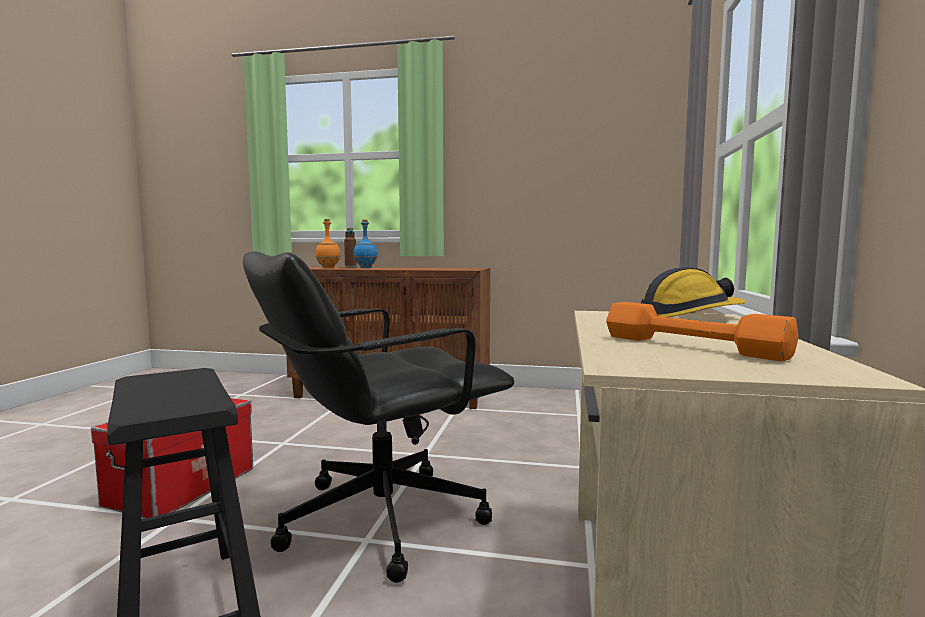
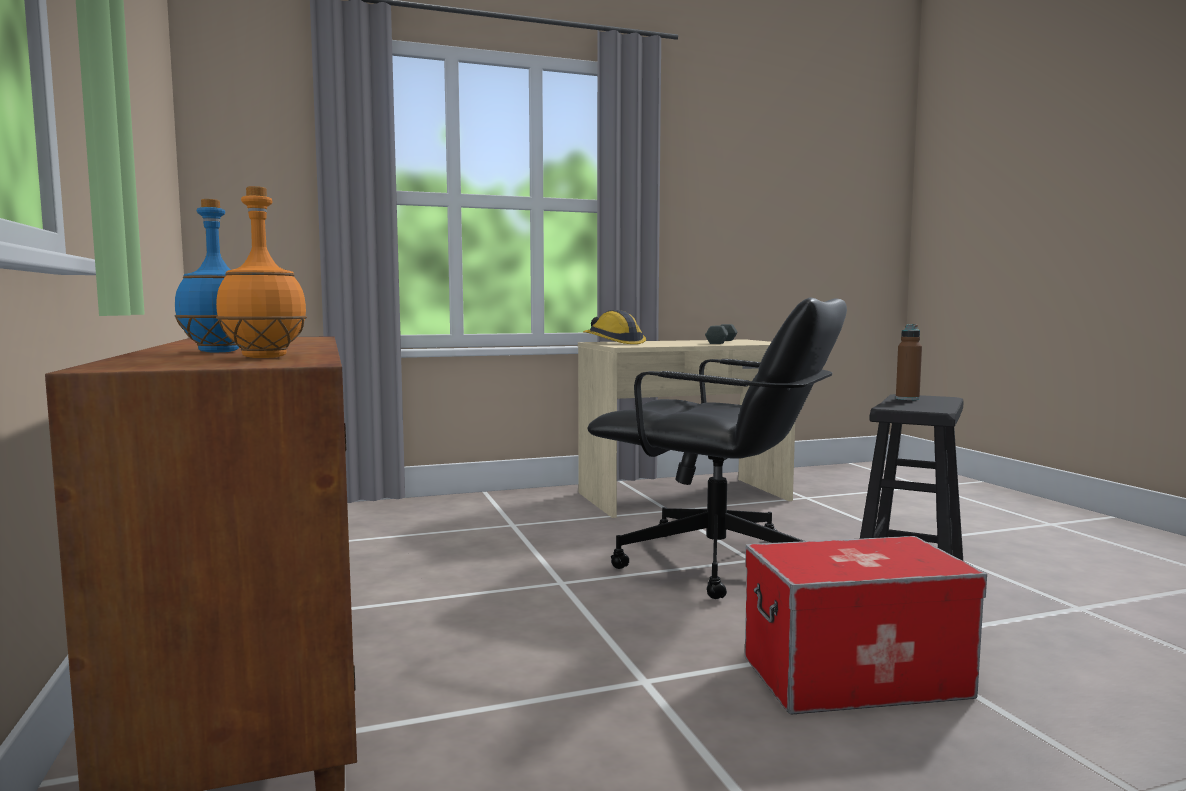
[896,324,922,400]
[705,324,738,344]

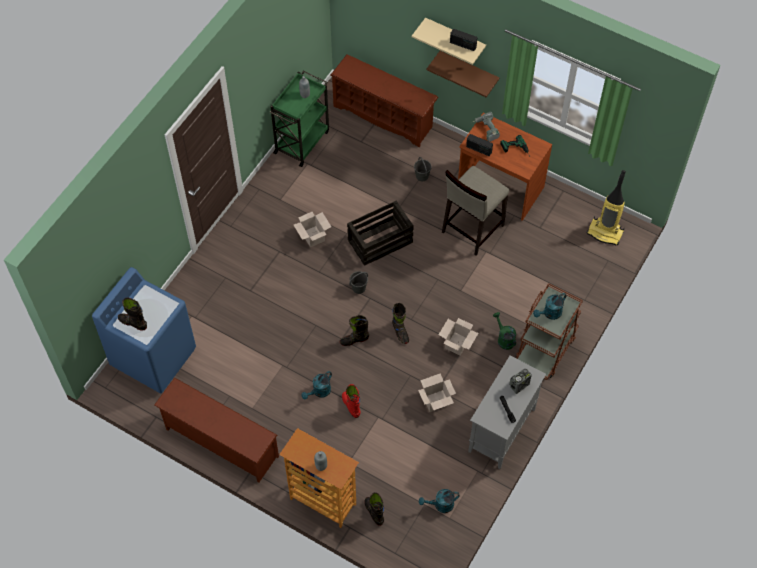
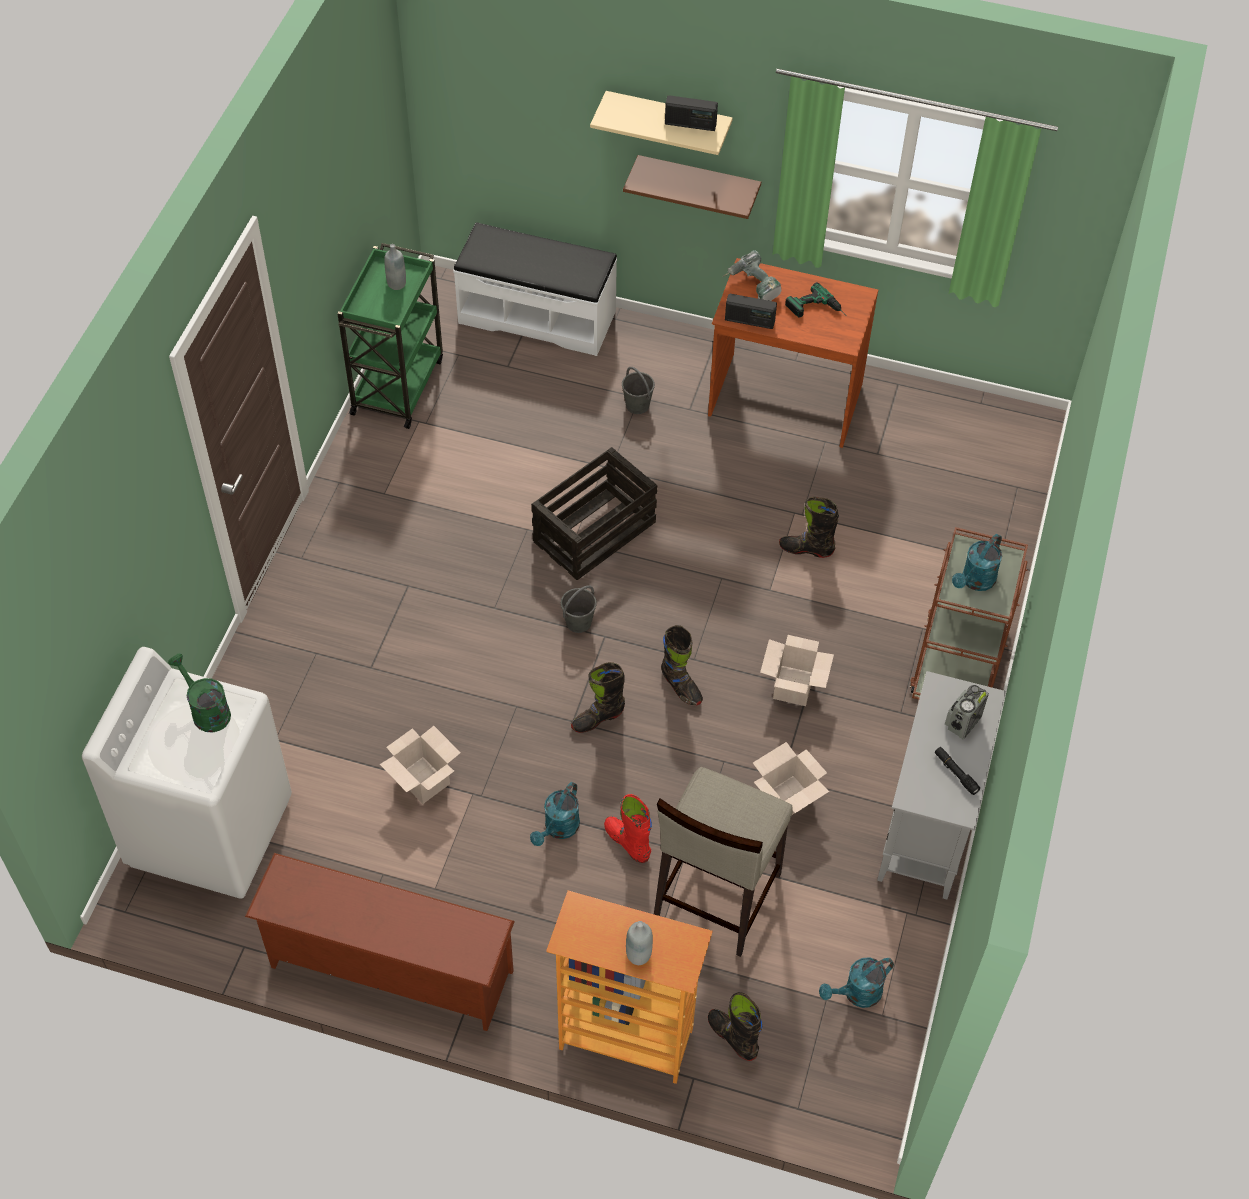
[82,647,292,899]
[779,497,839,558]
[380,726,461,804]
[453,222,617,356]
[654,767,793,957]
[168,653,231,732]
[587,170,626,245] (first image)

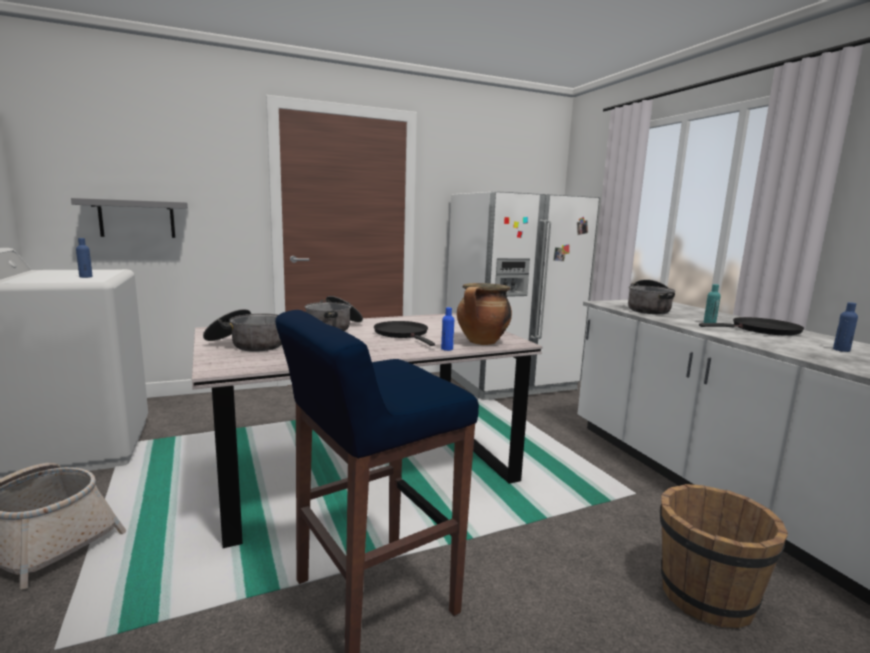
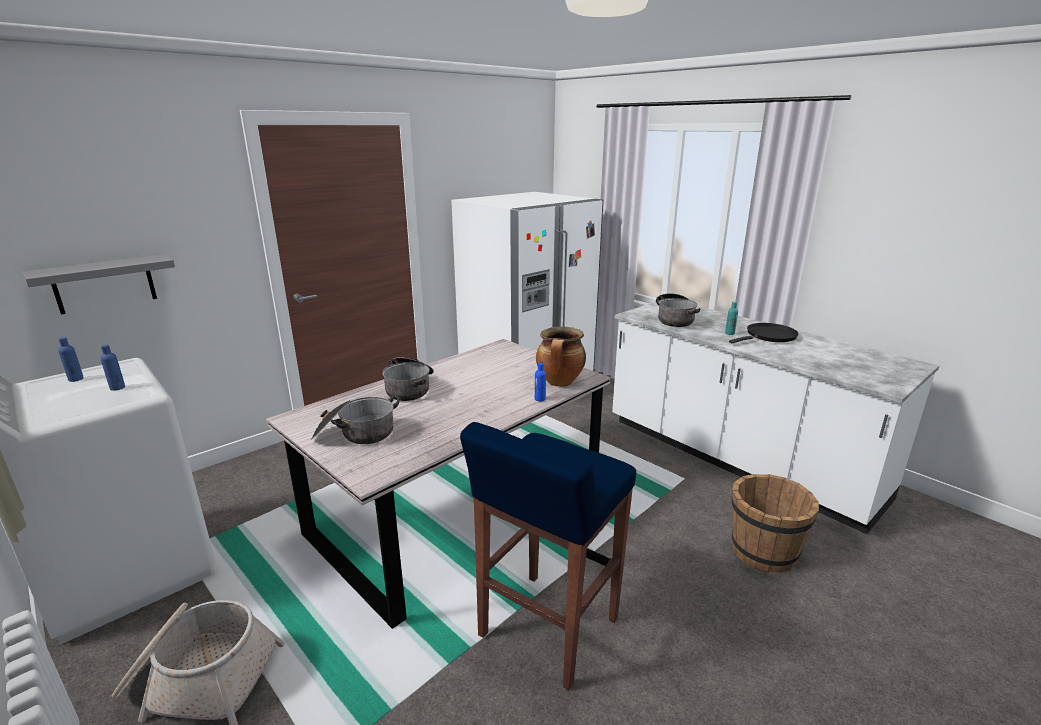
[374,321,435,346] (first image)
[58,337,84,382]

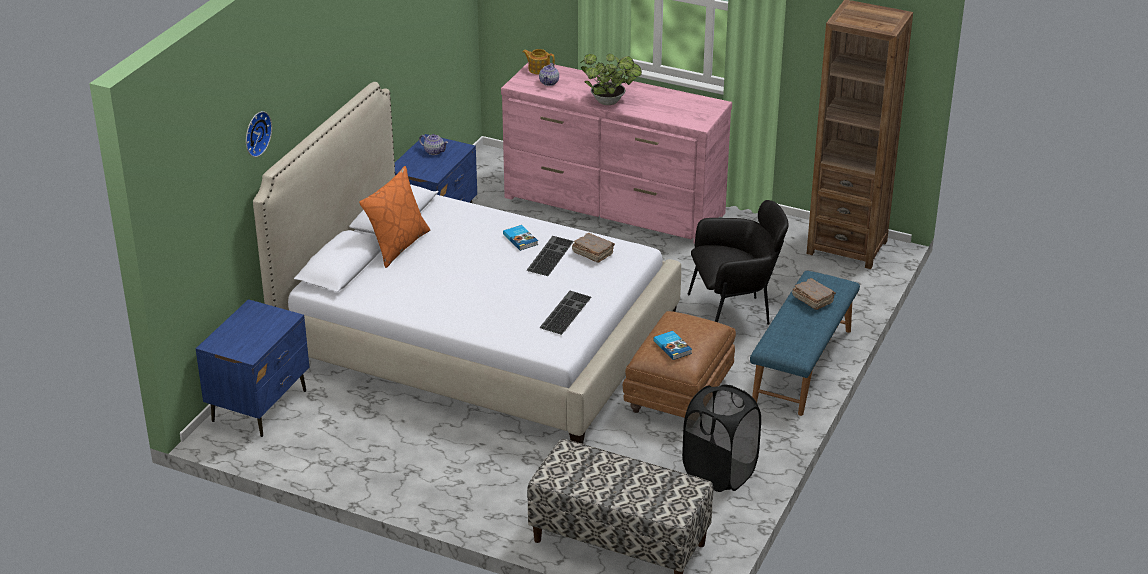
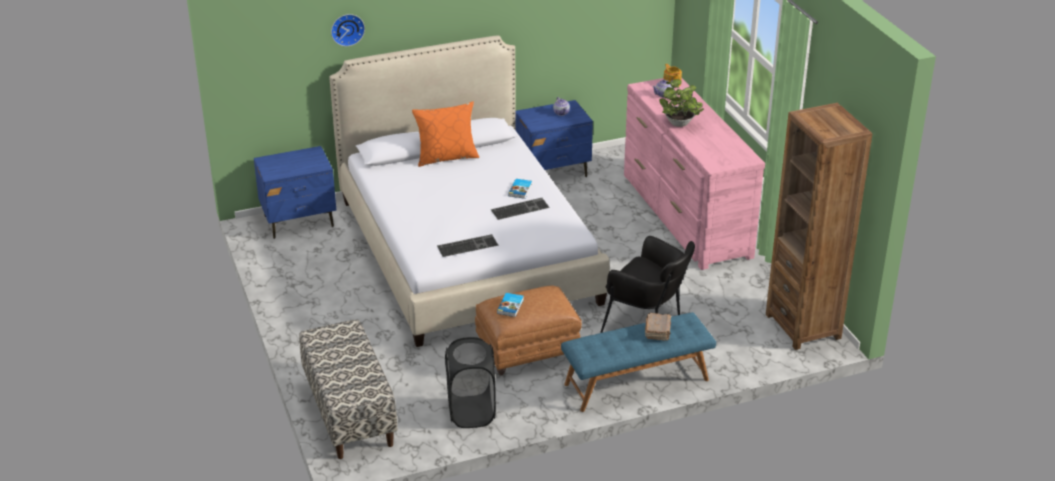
[572,233,615,263] (first image)

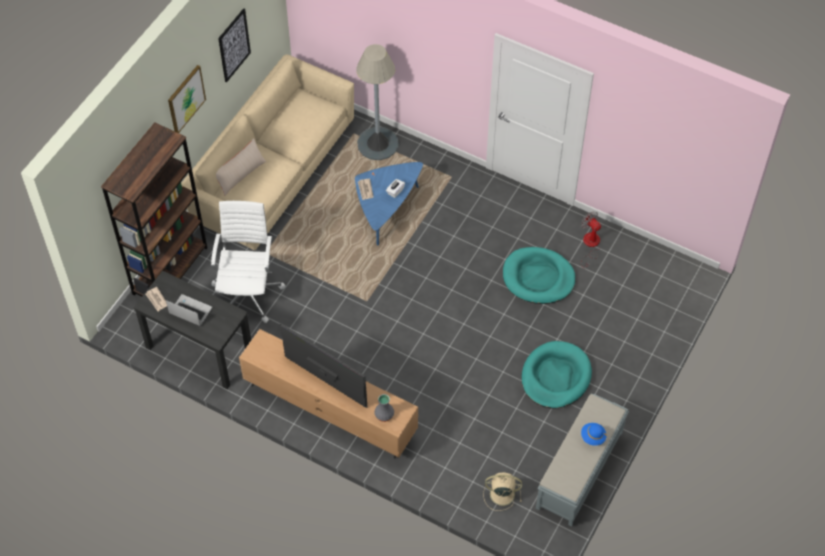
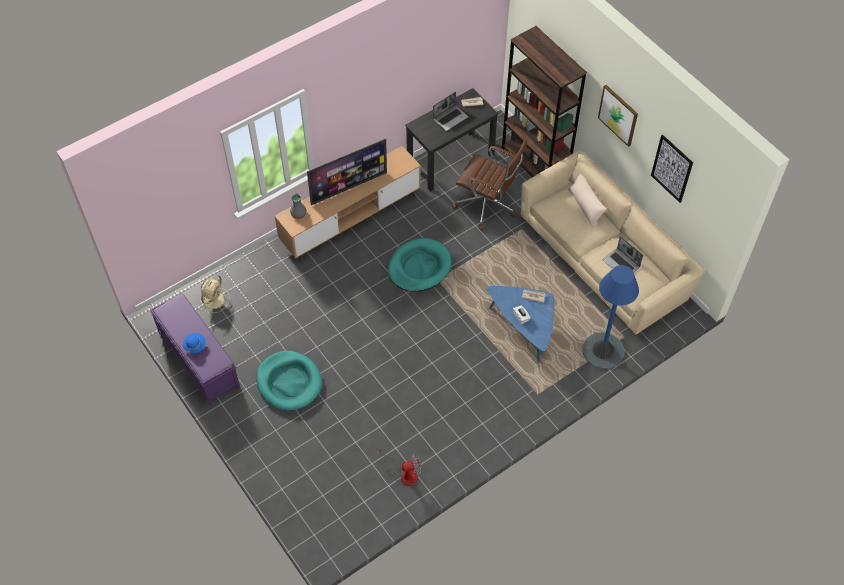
[452,139,527,230]
[583,265,639,369]
[388,238,452,292]
[150,294,240,406]
[602,236,643,272]

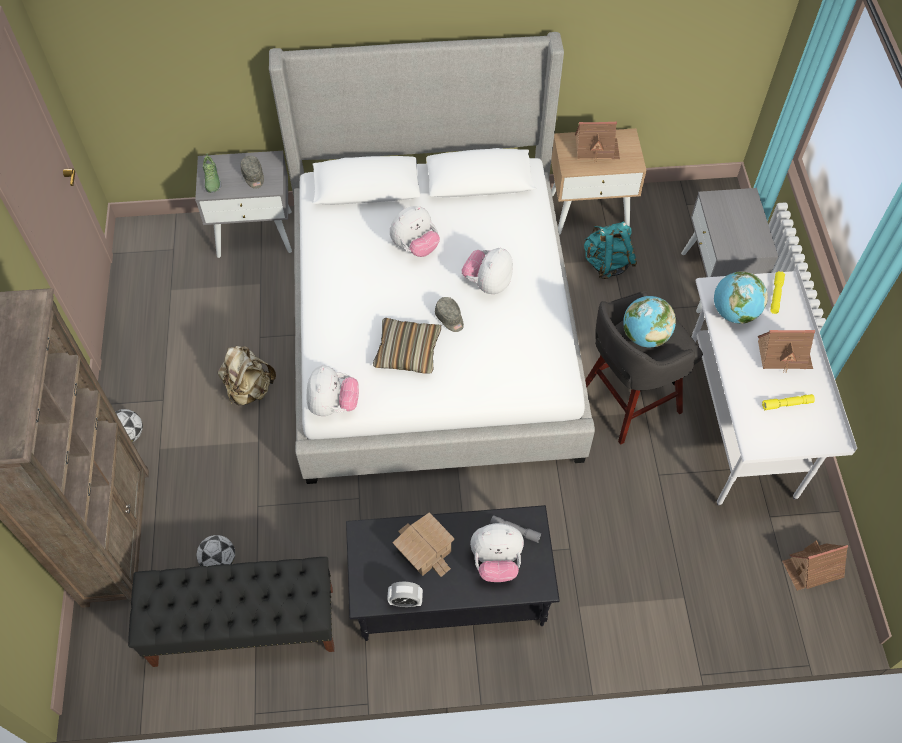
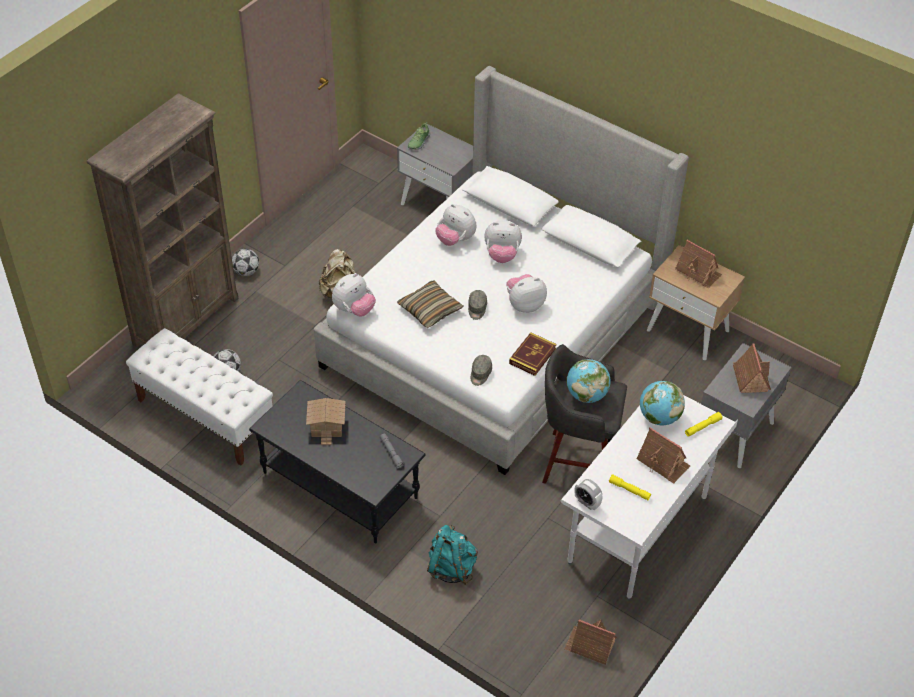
[126,328,273,465]
[471,355,492,386]
[575,479,602,511]
[436,204,476,246]
[427,525,478,585]
[509,333,556,376]
[733,344,771,393]

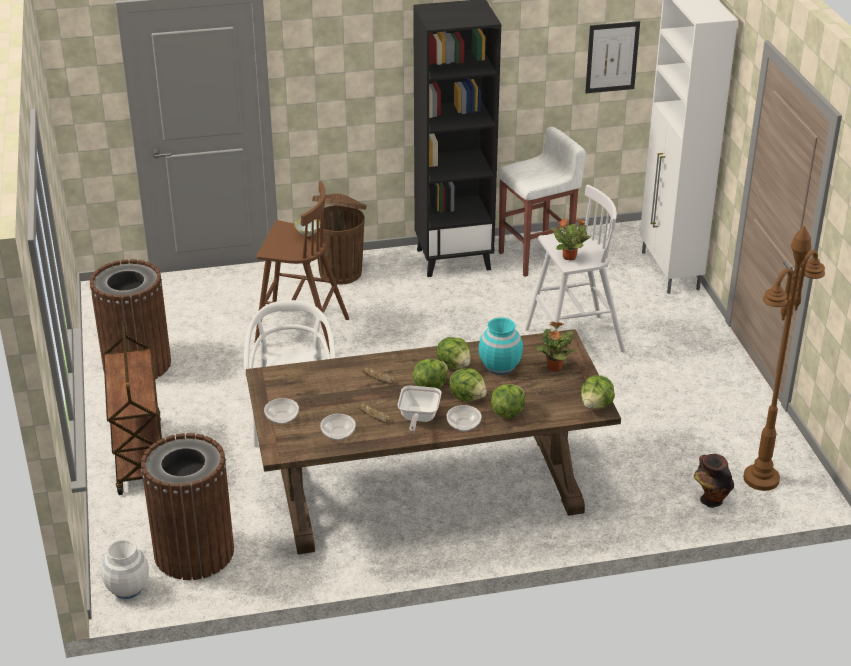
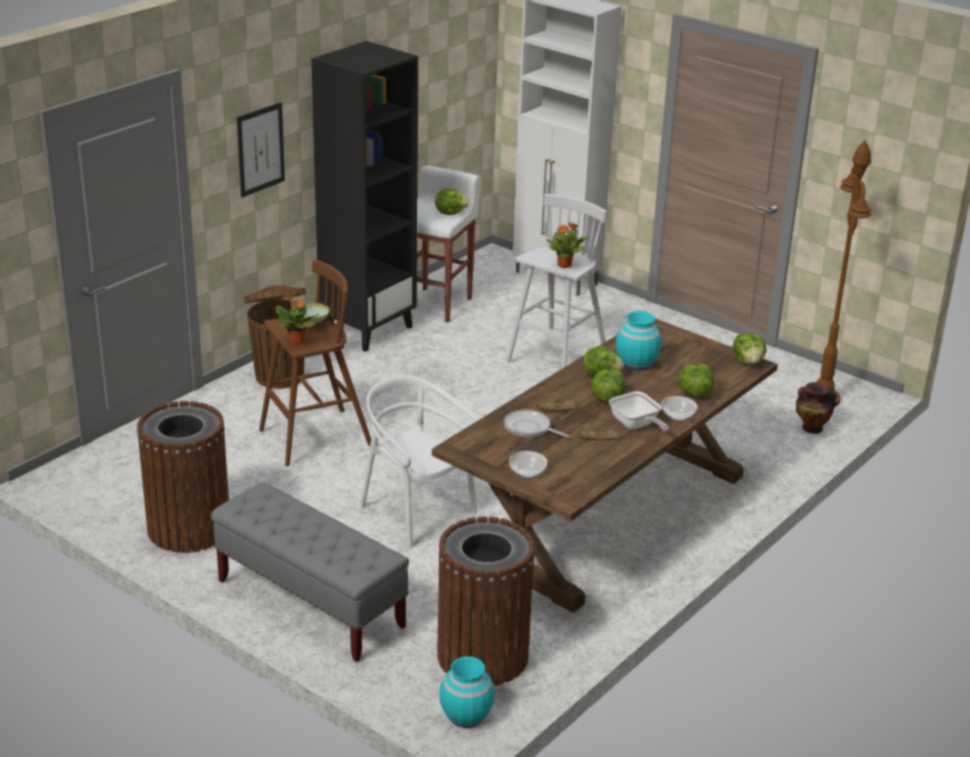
[440,657,494,728]
[211,482,409,662]
[320,414,356,440] (first image)
[435,188,469,215]
[276,293,319,345]
[237,102,285,197]
[504,409,569,438]

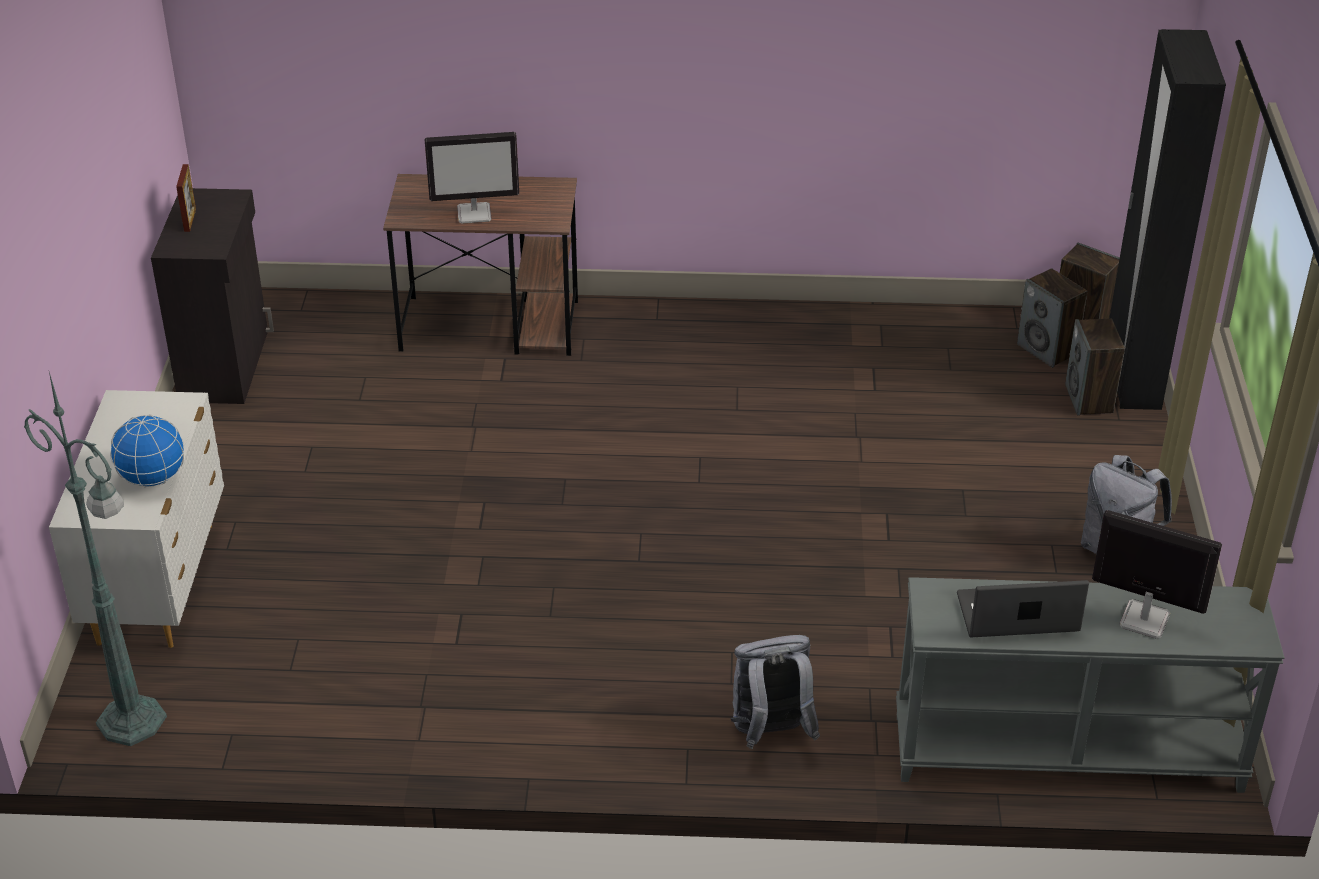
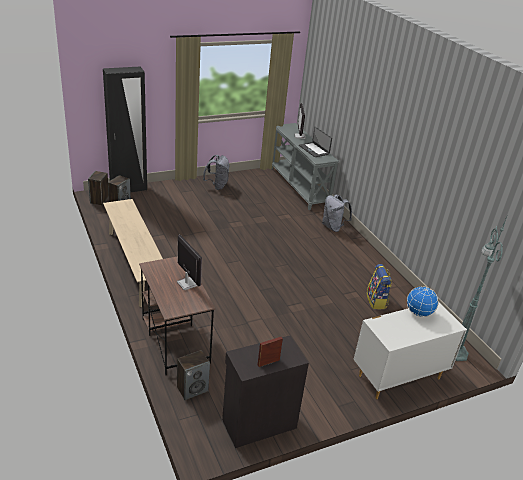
[177,350,210,400]
[103,199,163,307]
[366,264,392,309]

